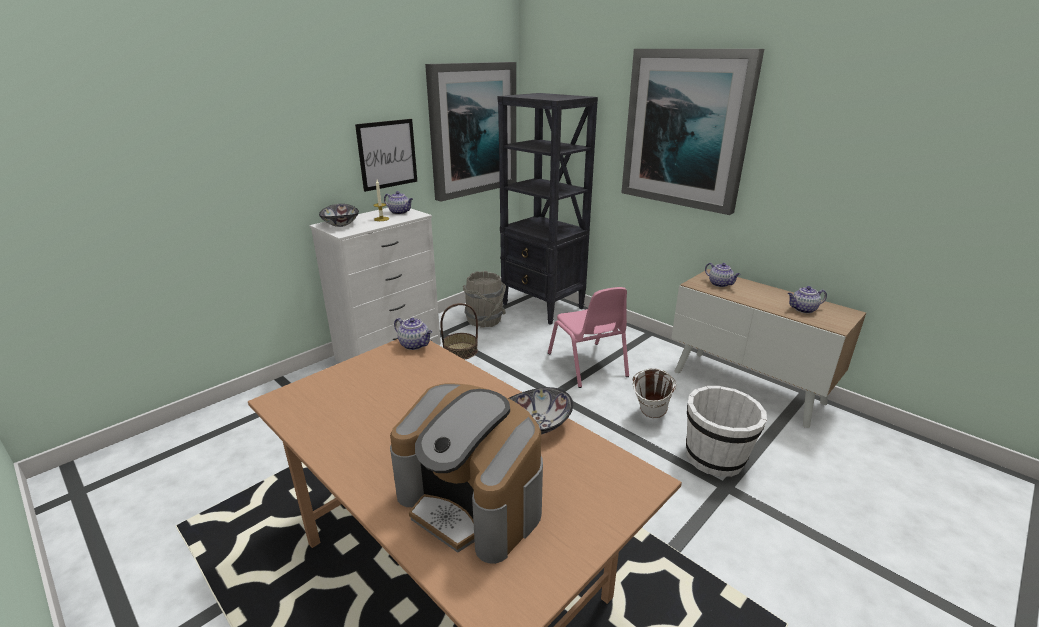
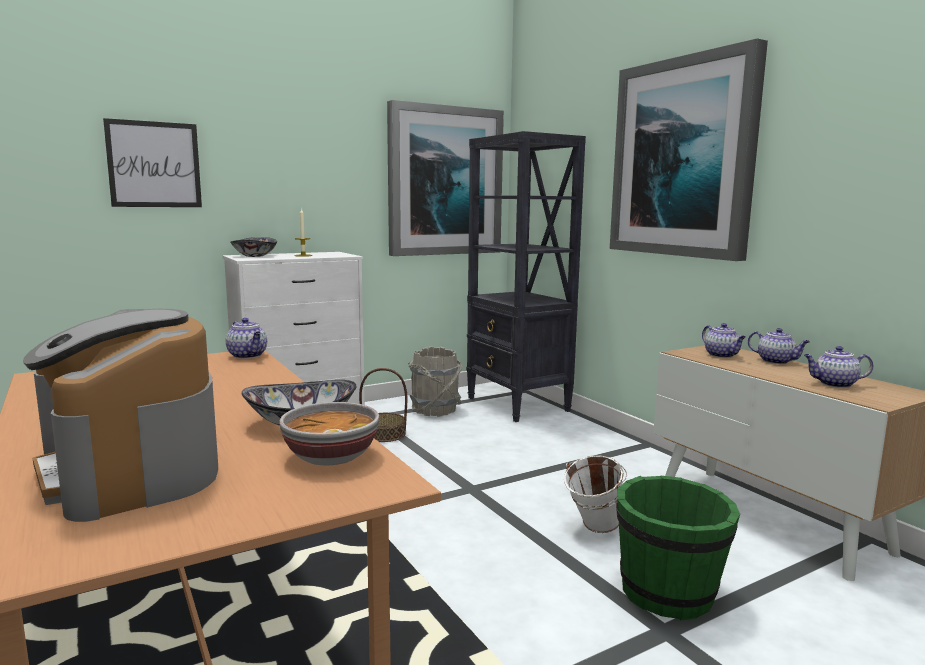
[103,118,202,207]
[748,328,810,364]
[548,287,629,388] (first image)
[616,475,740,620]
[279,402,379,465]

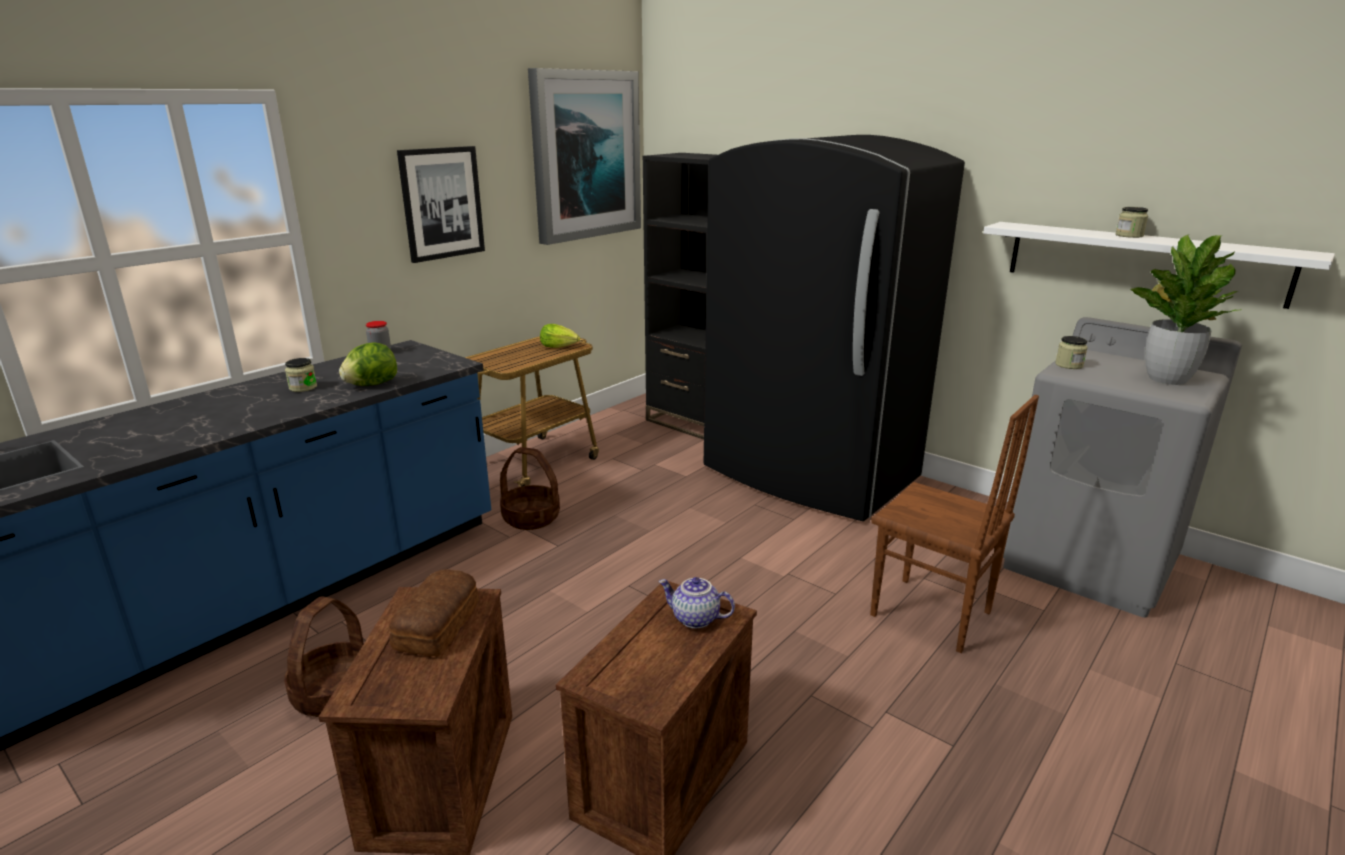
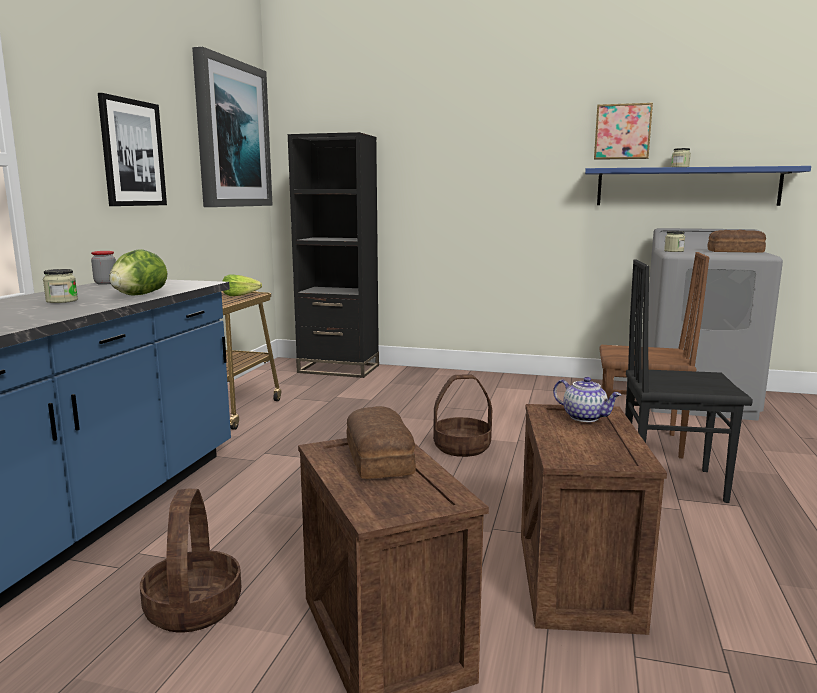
[433,374,492,457]
[553,377,621,422]
[704,135,965,521] (first image)
[585,166,811,206]
[707,230,766,253]
[594,103,653,160]
[625,260,753,503]

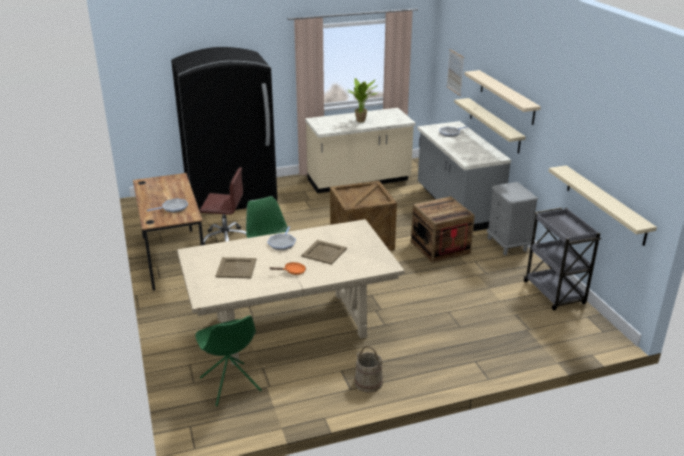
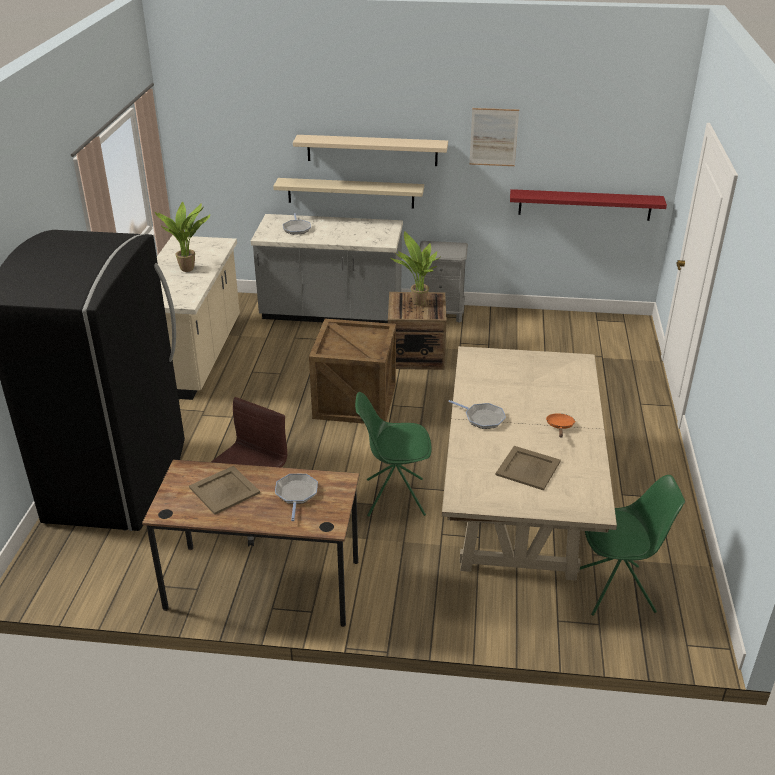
[189,466,260,515]
[355,346,383,393] (first image)
[469,108,519,166]
[524,207,601,310] (first image)
[510,189,667,221]
[390,231,440,305]

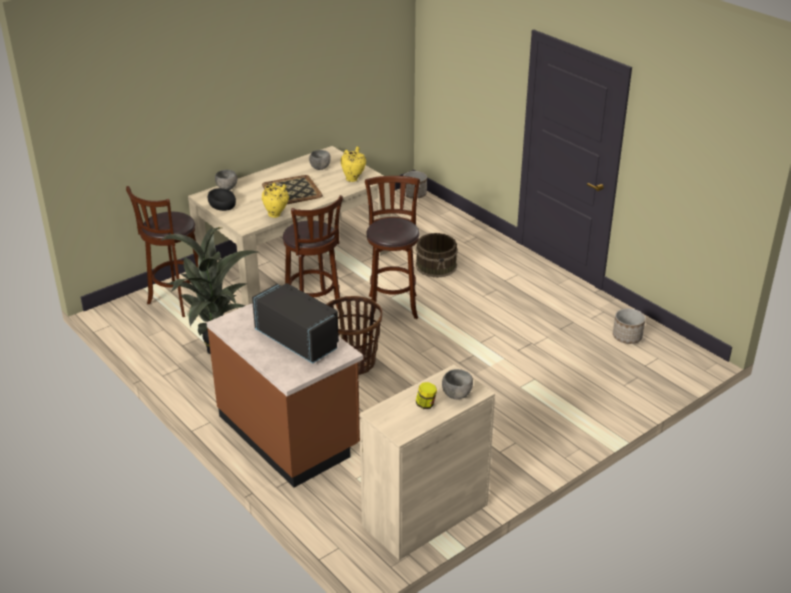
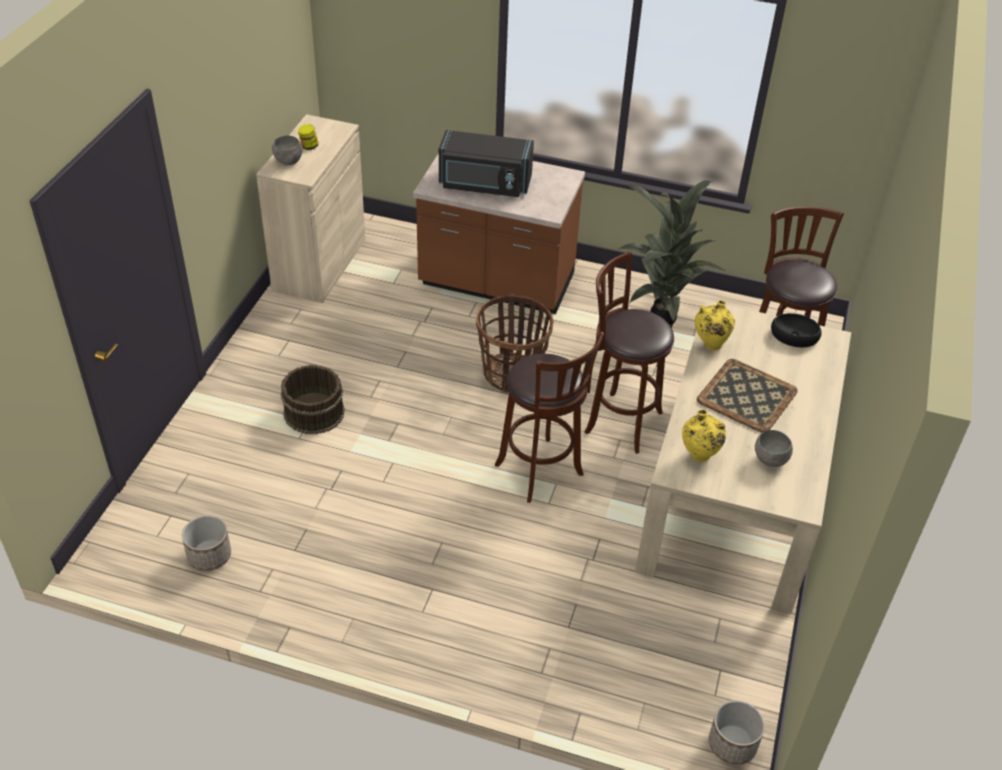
[215,170,238,190] (first image)
[280,365,345,435]

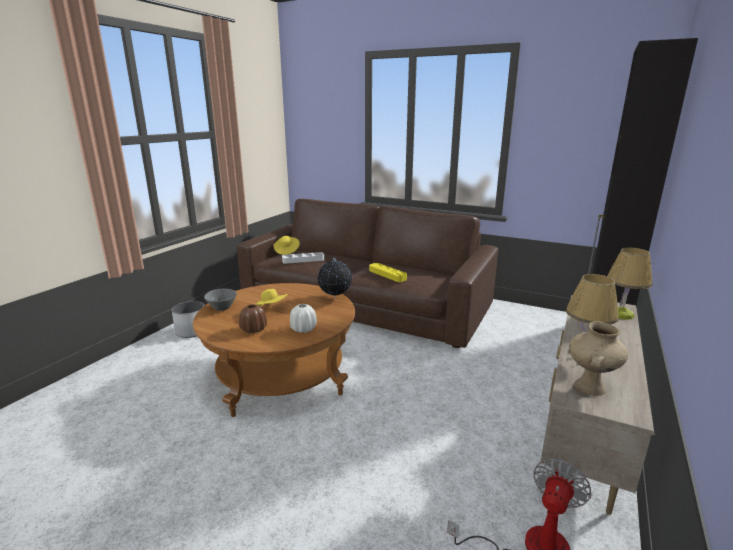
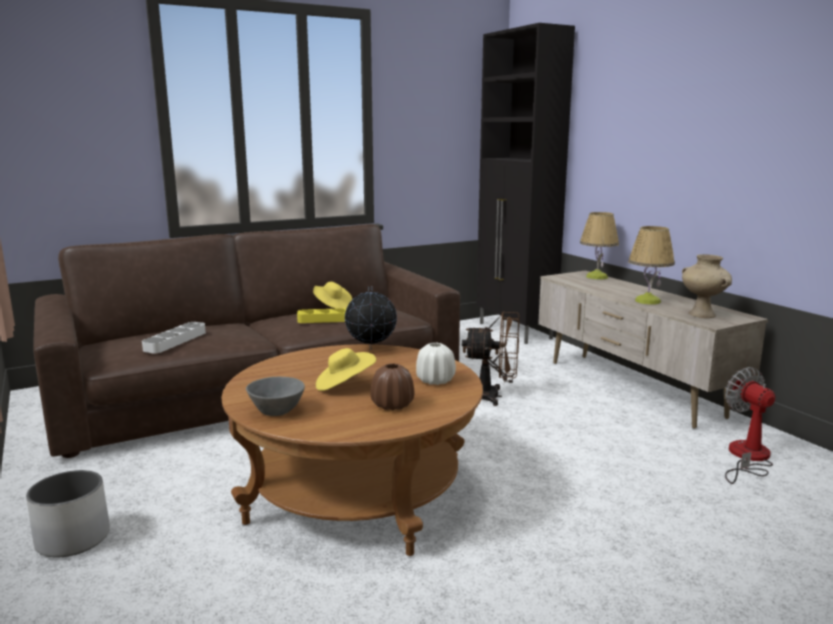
[313,282,352,309]
[462,311,519,406]

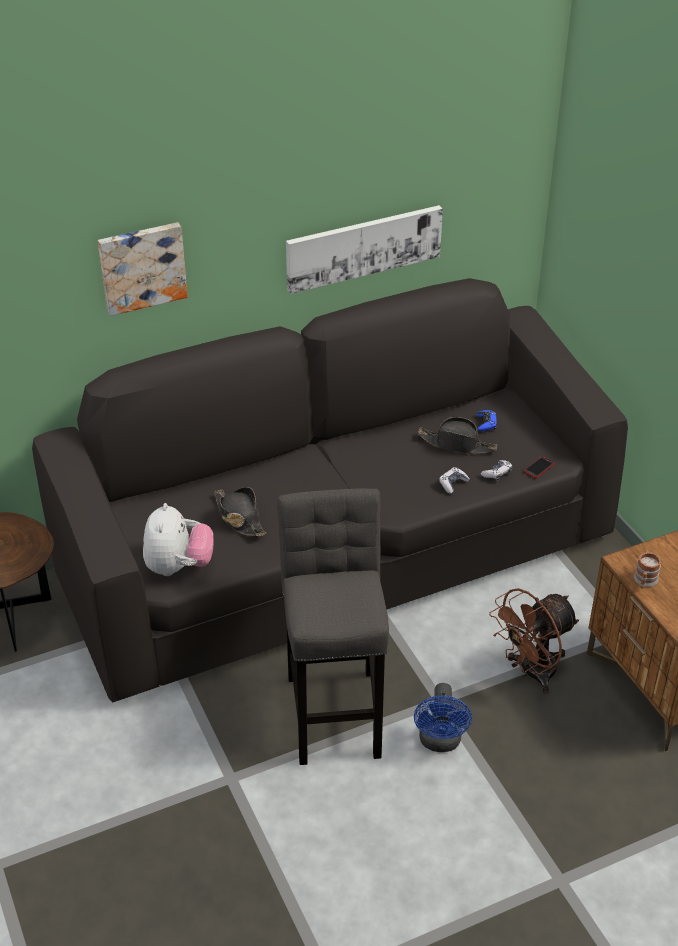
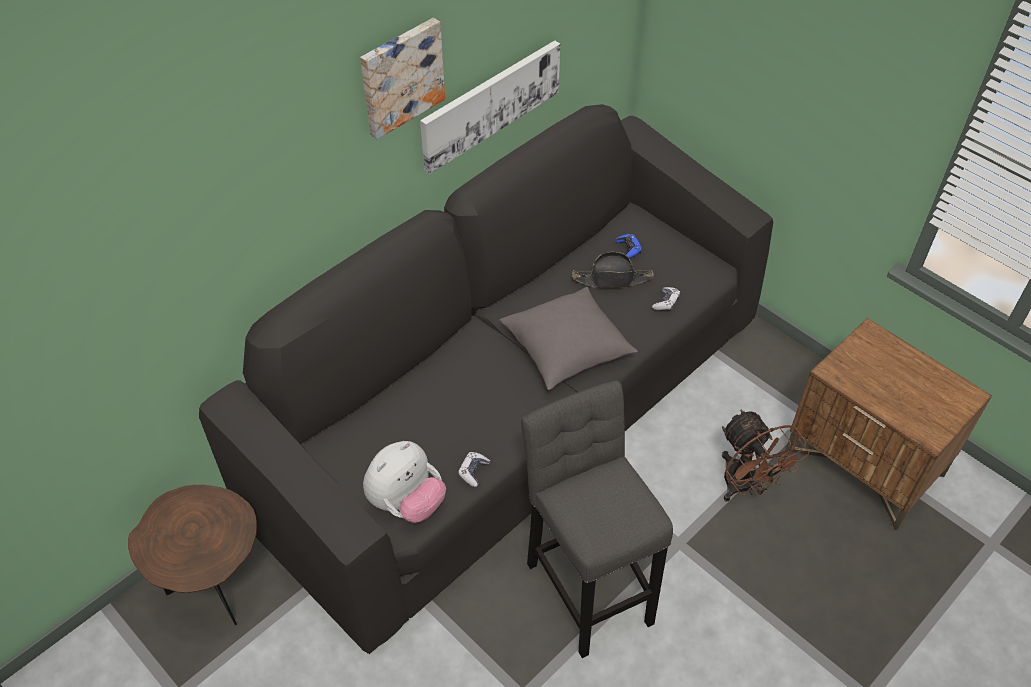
[360,18,445,139]
[363,441,446,523]
[214,487,266,536] (first image)
[414,683,472,752] (first image)
[458,452,490,487]
[722,409,809,501]
[524,456,554,478] (first image)
[634,552,661,589] (first image)
[499,287,638,390]

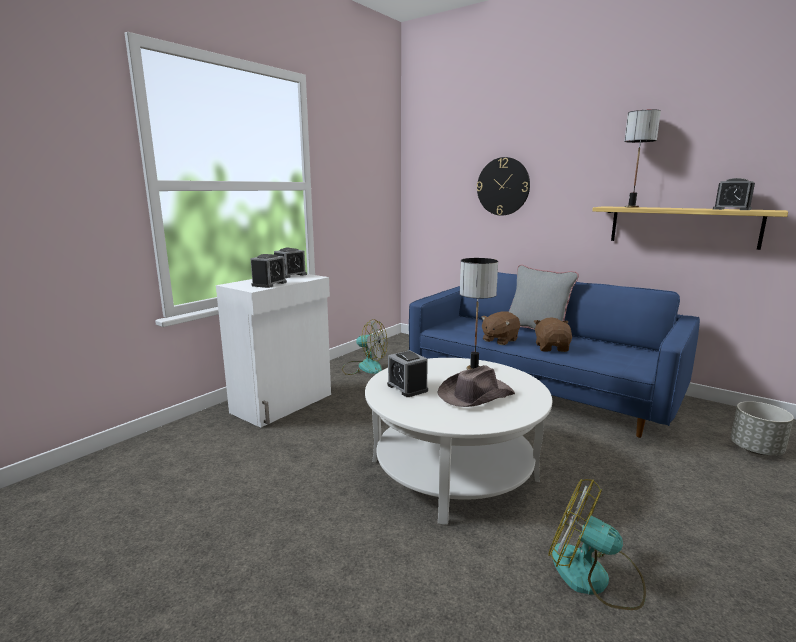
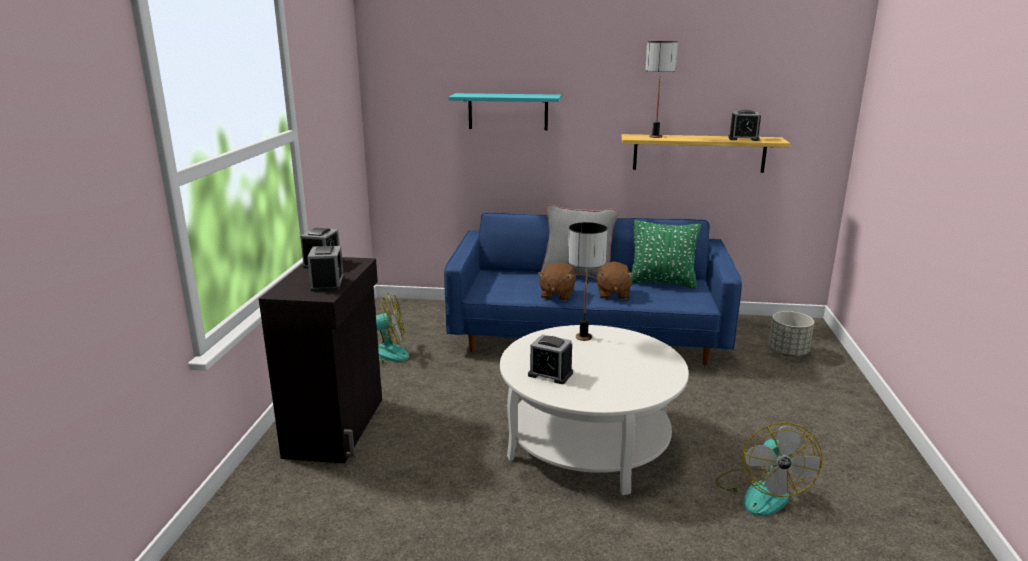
[259,257,382,463]
[437,365,515,407] (first image)
[449,93,561,130]
[597,262,634,299]
[715,423,822,516]
[631,220,701,288]

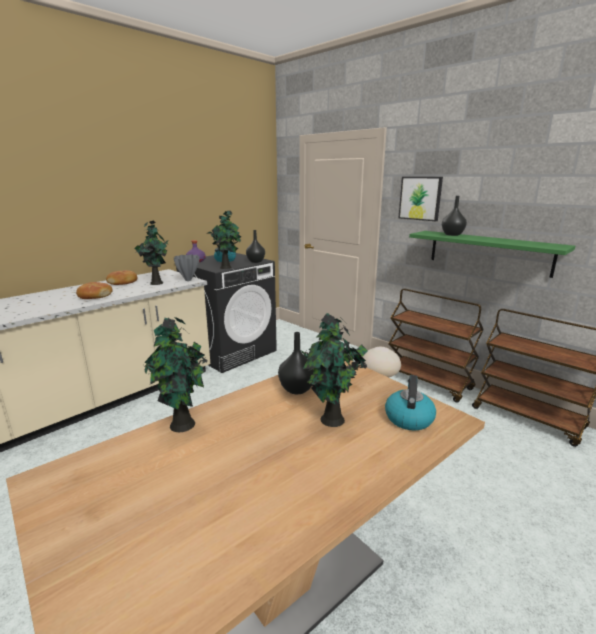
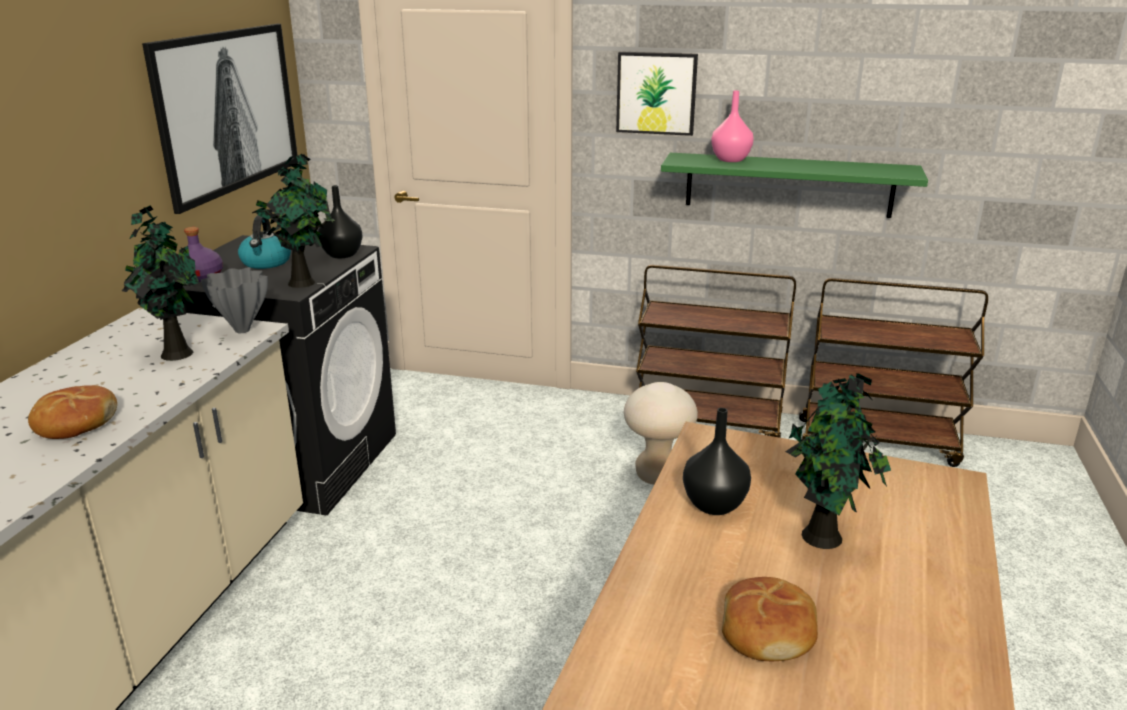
[722,577,818,661]
[143,317,208,432] (first image)
[385,375,436,431] (first image)
[711,91,754,162]
[142,24,298,214]

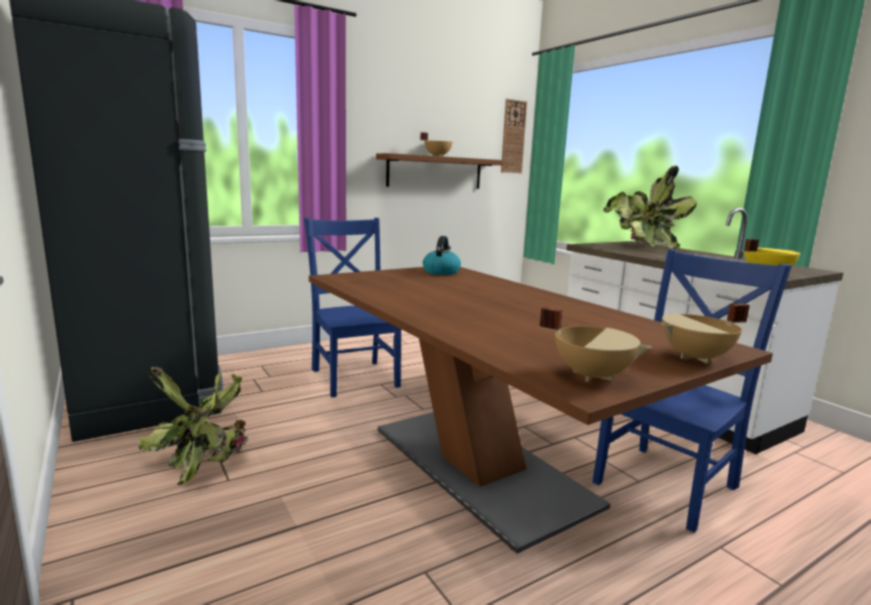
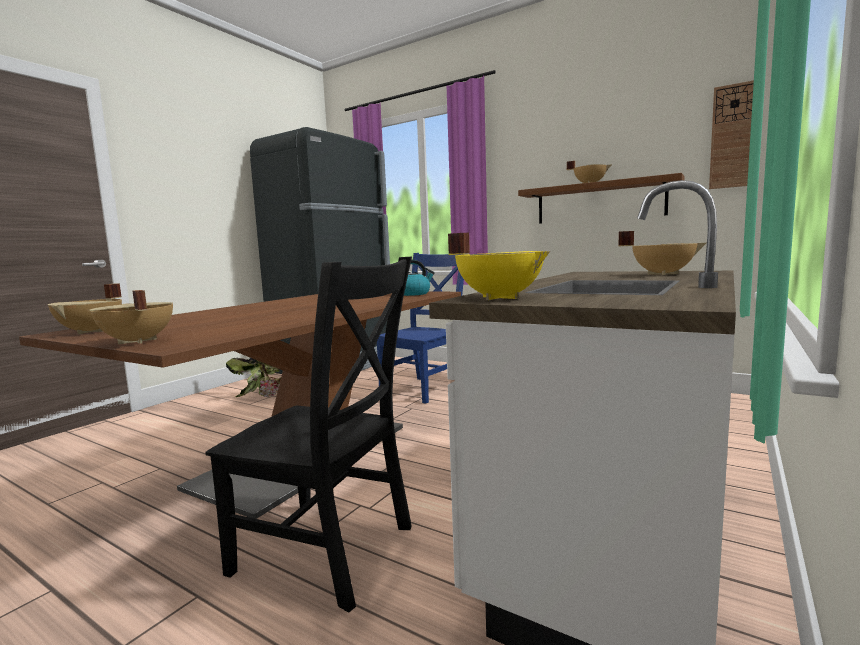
[205,257,412,613]
[619,231,706,275]

